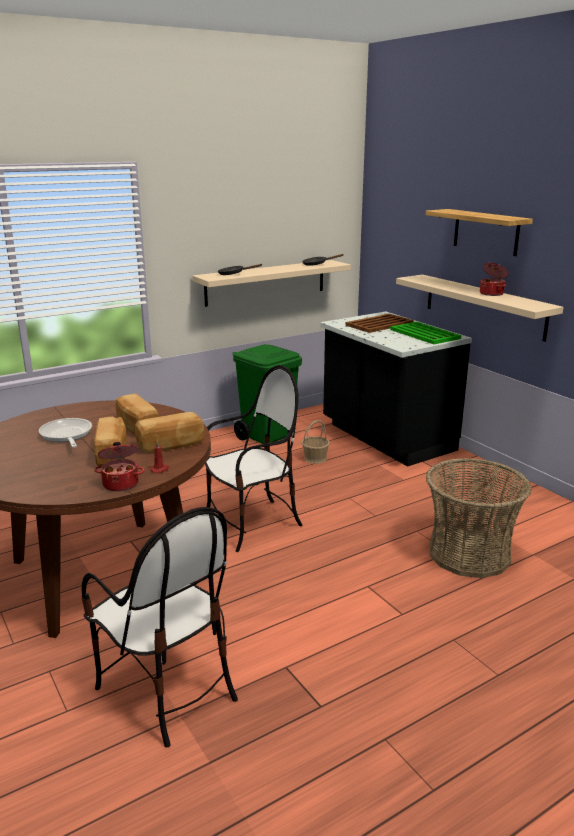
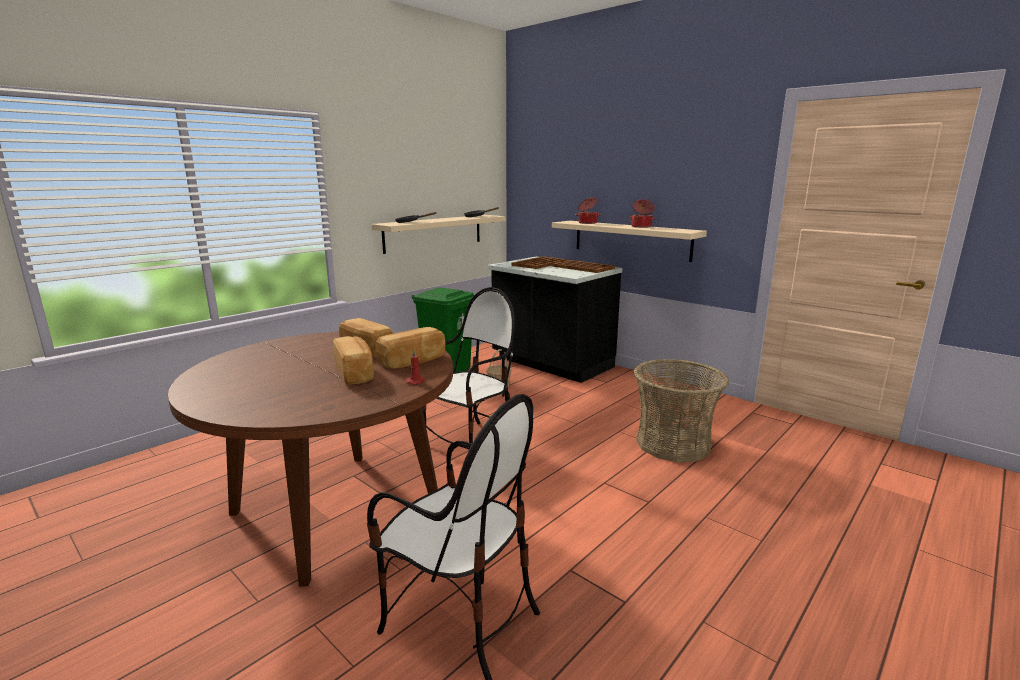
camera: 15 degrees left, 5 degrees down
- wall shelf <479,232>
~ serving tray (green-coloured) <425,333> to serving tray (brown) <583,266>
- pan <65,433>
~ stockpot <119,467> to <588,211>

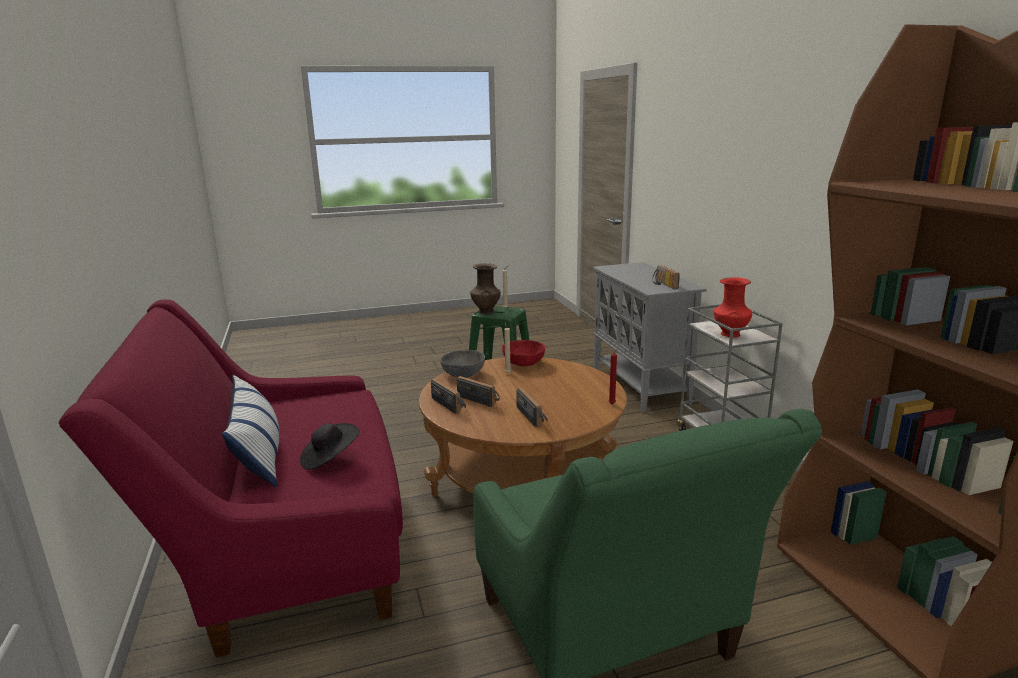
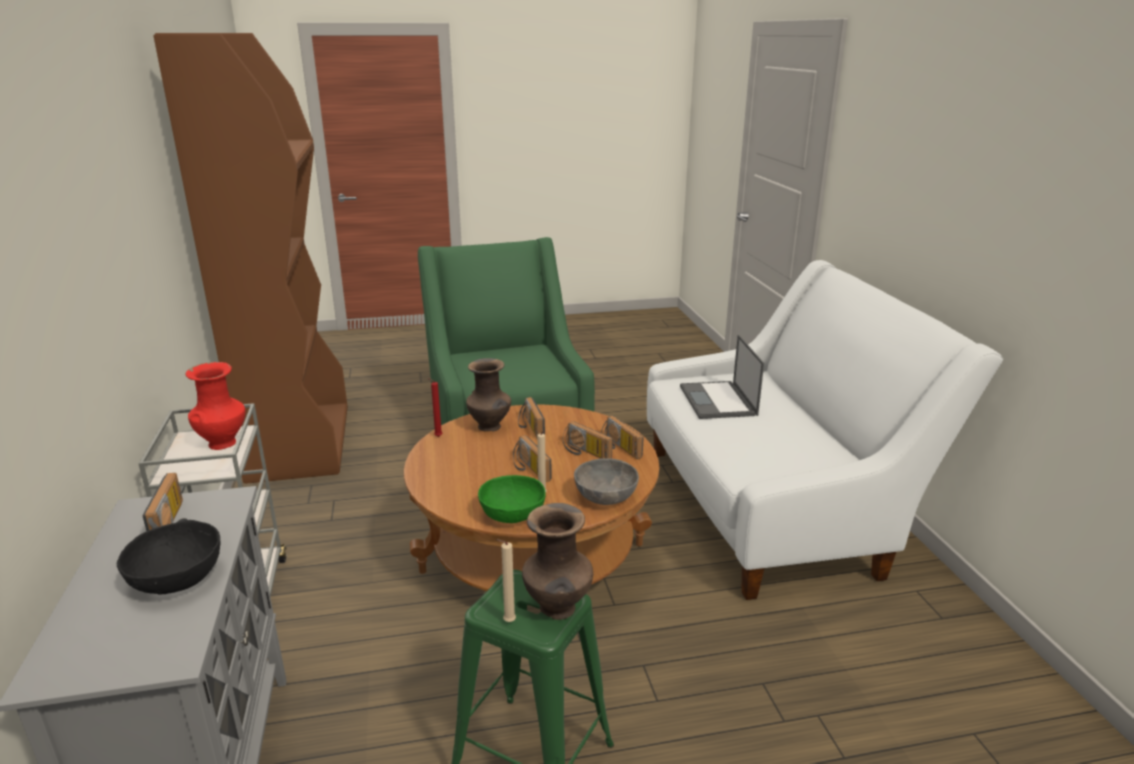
camera: 175 degrees left, 5 degrees up
~ couch (reddish) <231,478> to couch (white) <825,430>
~ serving bowl (reddish) <523,353> to serving bowl (green-coloured) <512,499>
- pillow <250,430>
~ wearable hat (blackish) <329,446> to laptop <722,377>
+ flower vase (brown) <488,395>
+ radio <532,458>
+ serving bowl (blackish) <168,557>

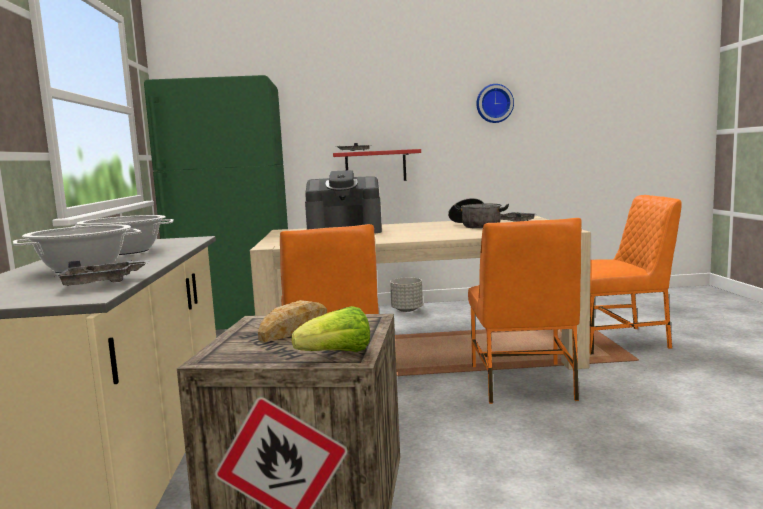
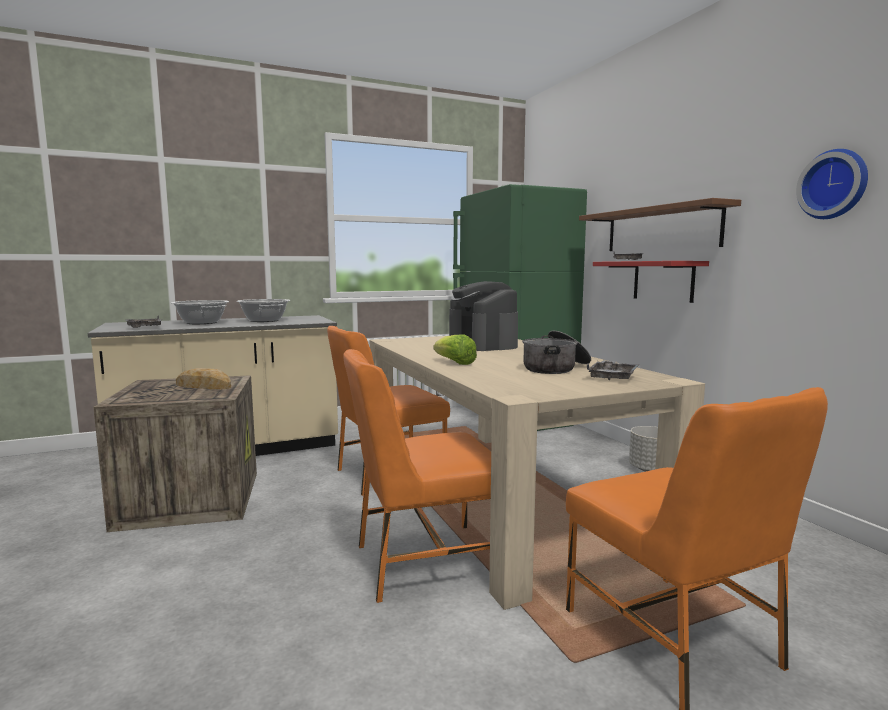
camera: 70 degrees right, 0 degrees up
~ lettuce <331,329> to <455,349>
+ wall shelf (brown) <660,224>

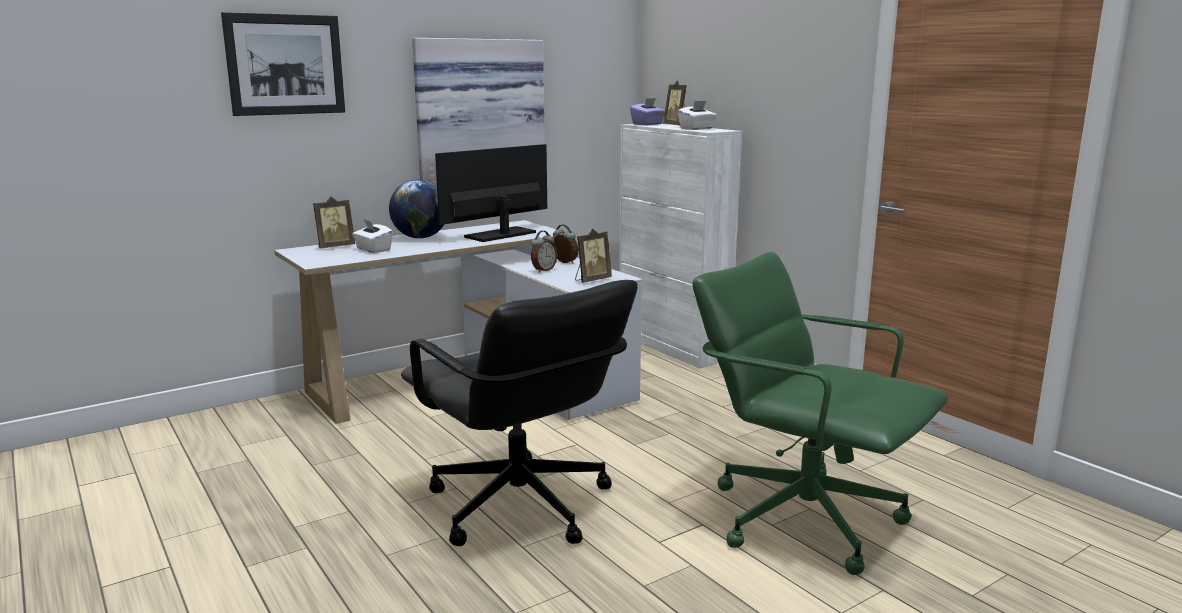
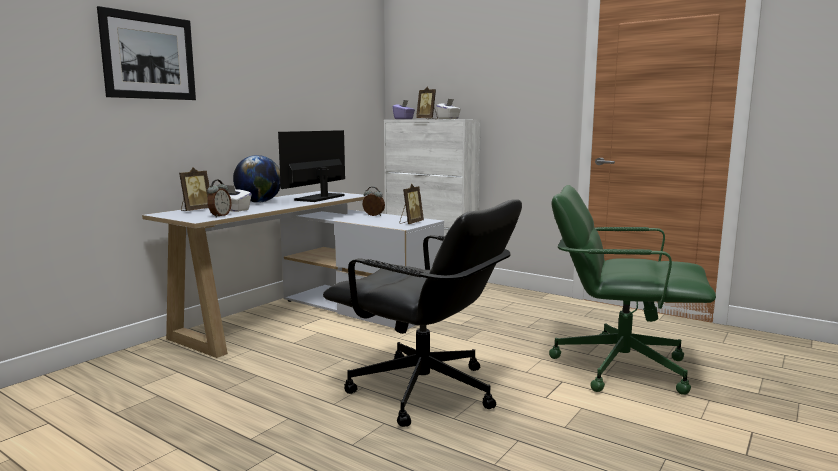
camera: 20 degrees left, 5 degrees down
- wall picture <478,112>
~ table clock <544,252> to <219,199>

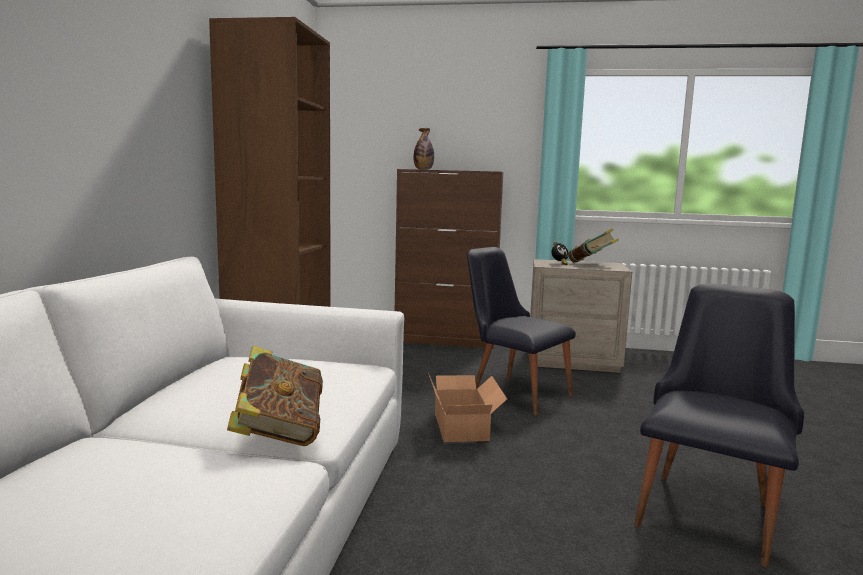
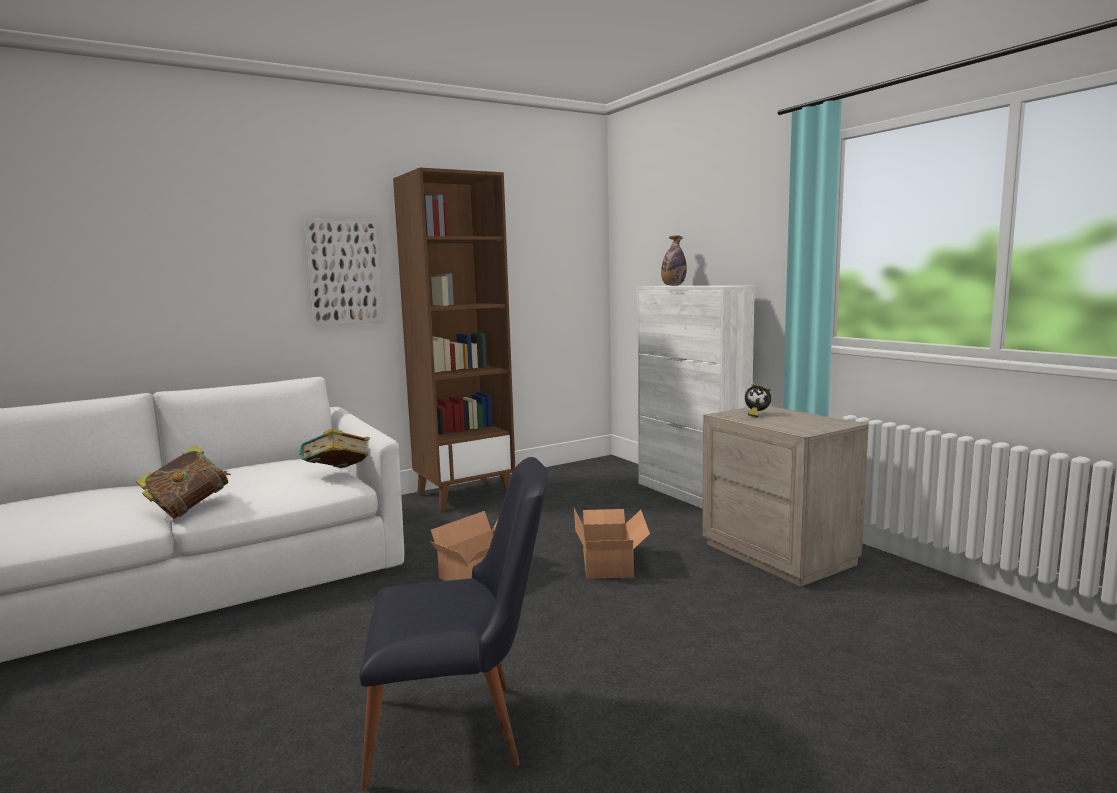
camera: 50 degrees right, 0 degrees up
~ cabinet (brown) <449,259> to cabinet (white) <696,397>
~ book <593,245> to <335,448>
~ chair (blackish) <521,331> to cardboard box <612,543>
+ wall picture <343,273>

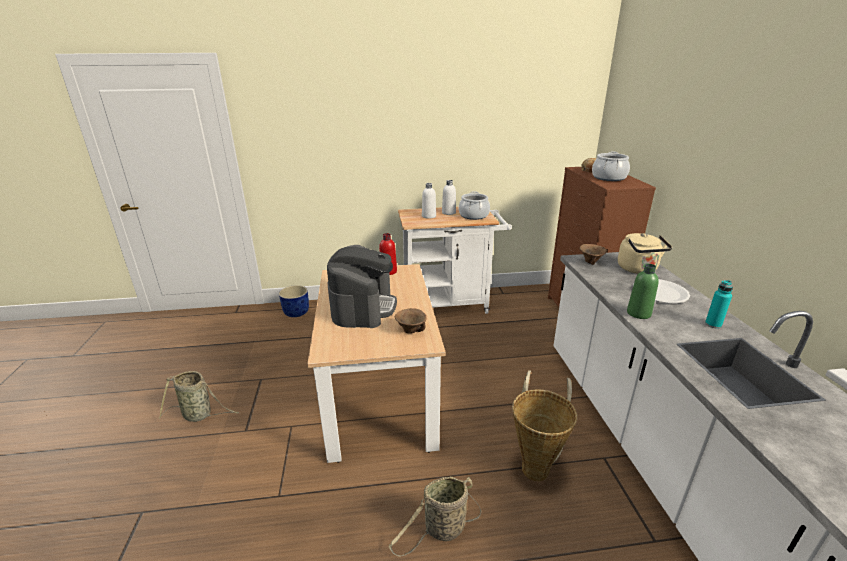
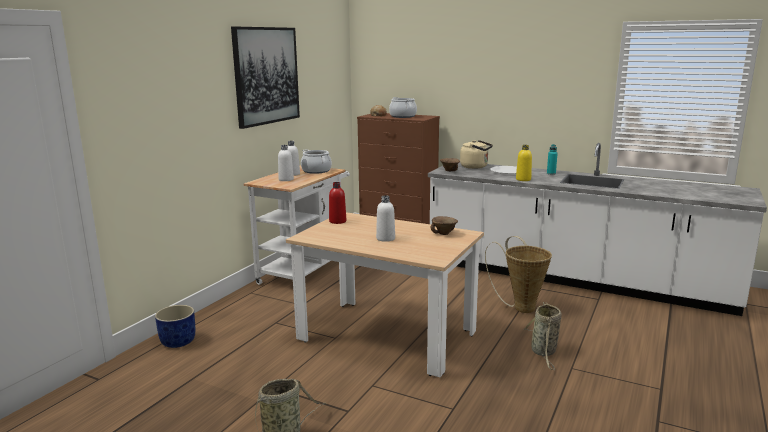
camera: 55 degrees left, 10 degrees down
~ coffee brewer <362,286> to bottle (white) <385,218>
~ bottle (green-coloured) <643,291> to bottle (yellowish) <524,163>
+ wall picture <265,78>

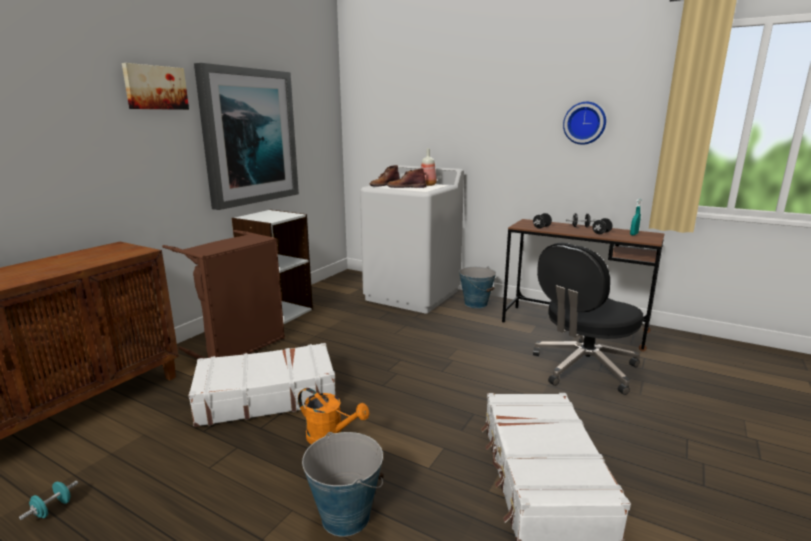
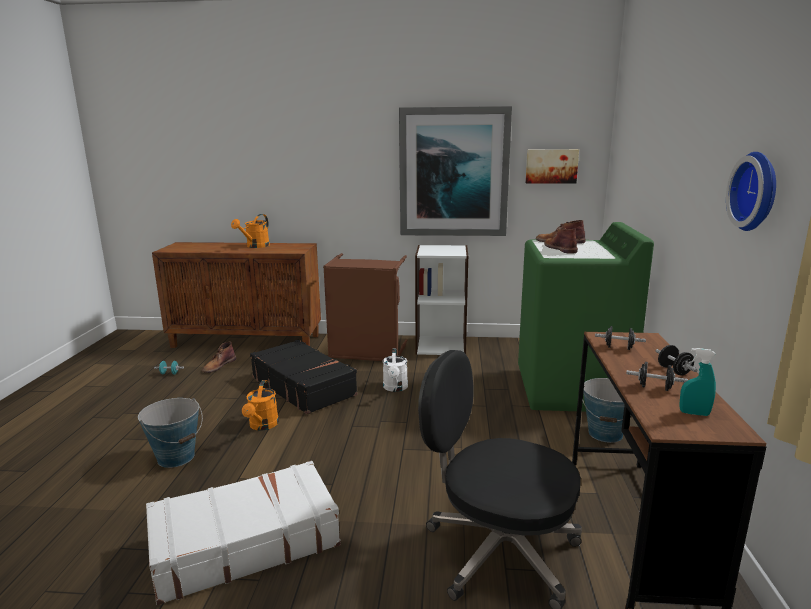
camera: 65 degrees right, 0 degrees up
~ wall picture <155,86> to <552,166>
- bottle <429,167>
~ laundry machine (white) <412,239> to laundry machine (green-coloured) <586,317>
~ suitcase (white) <262,385> to suitcase (blackish) <303,377>
+ watering pot (orangey) <250,231>
+ high-top boot (brown) <219,357>
+ watering pot (white) <395,370>

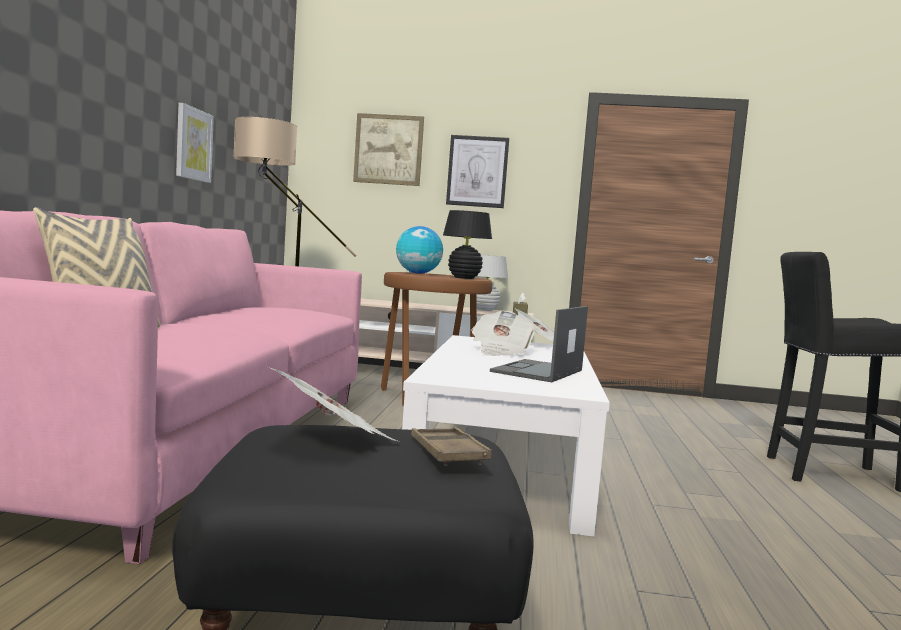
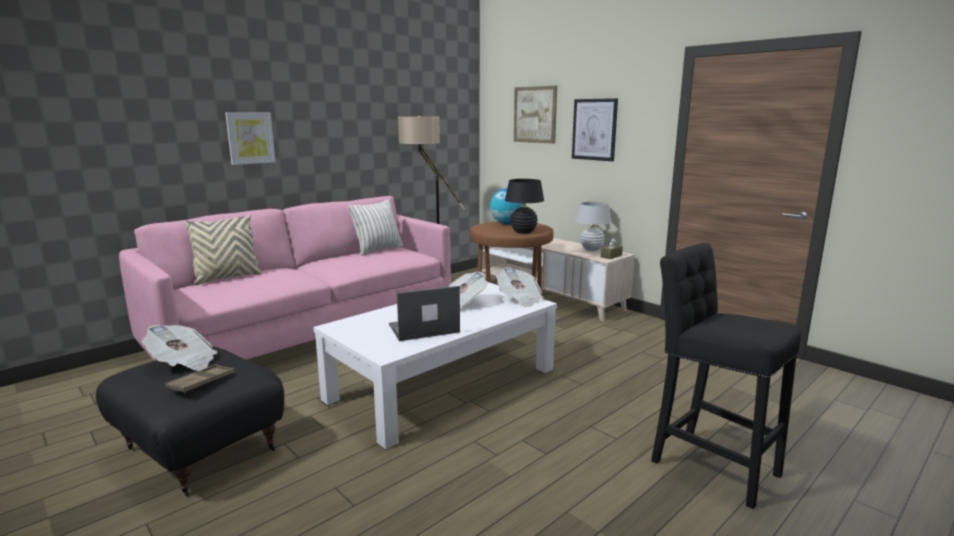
camera: 40 degrees right, 10 degrees up
~ wall picture <195,143> to <250,138>
+ pillow <375,227>

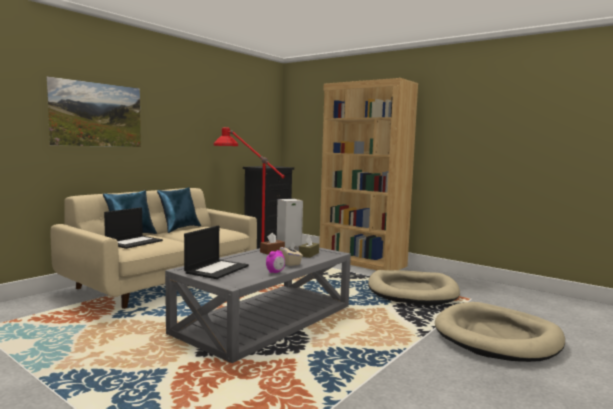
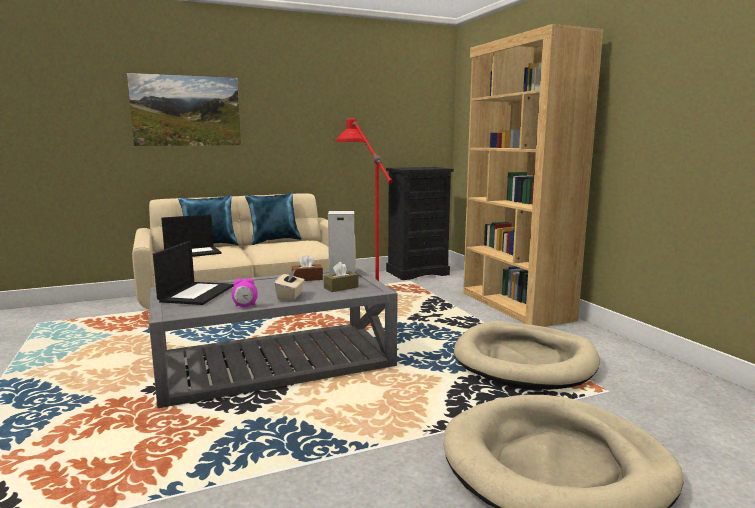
camera: 30 degrees right, 5 degrees up
~ laptop <216,252> = <193,273> 45 degrees counterclockwise

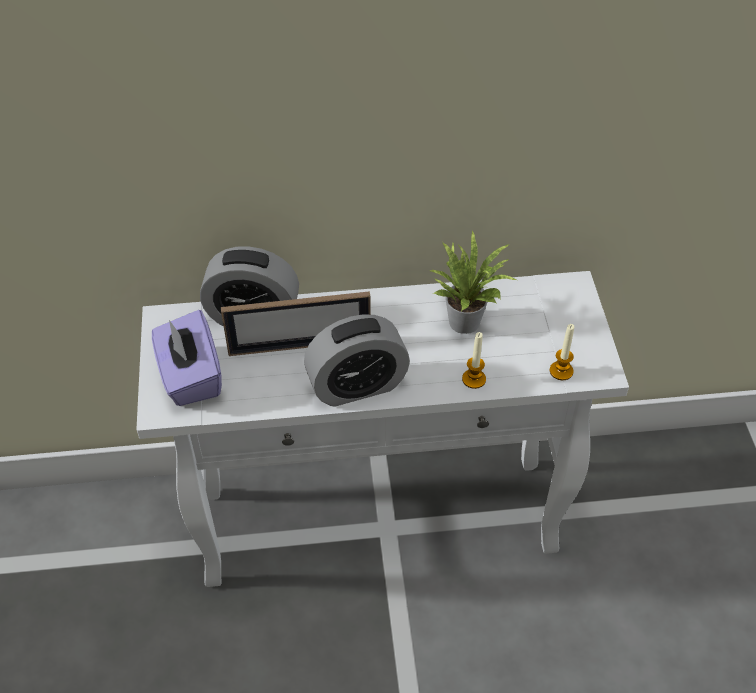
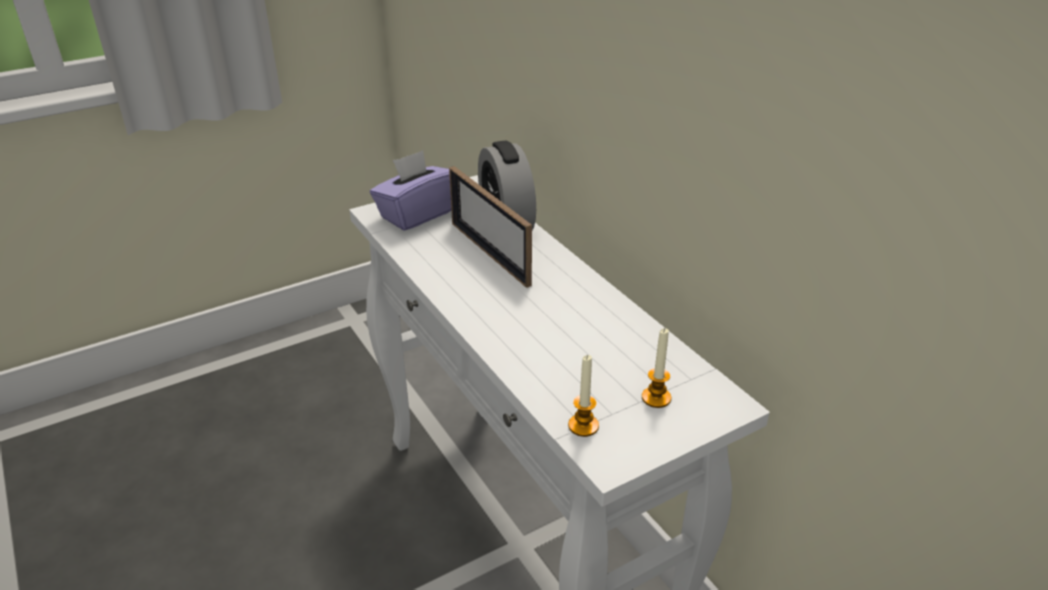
camera: 65 degrees right, 15 degrees down
- potted plant <472,282>
- table clock <357,360>
~ wax light <474,360> to <656,368>

